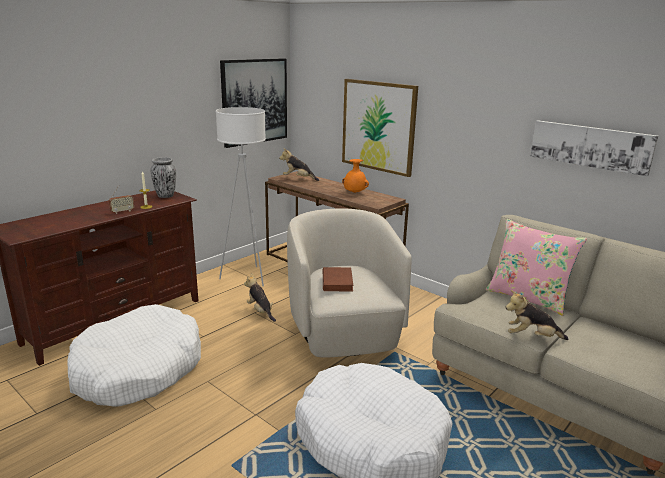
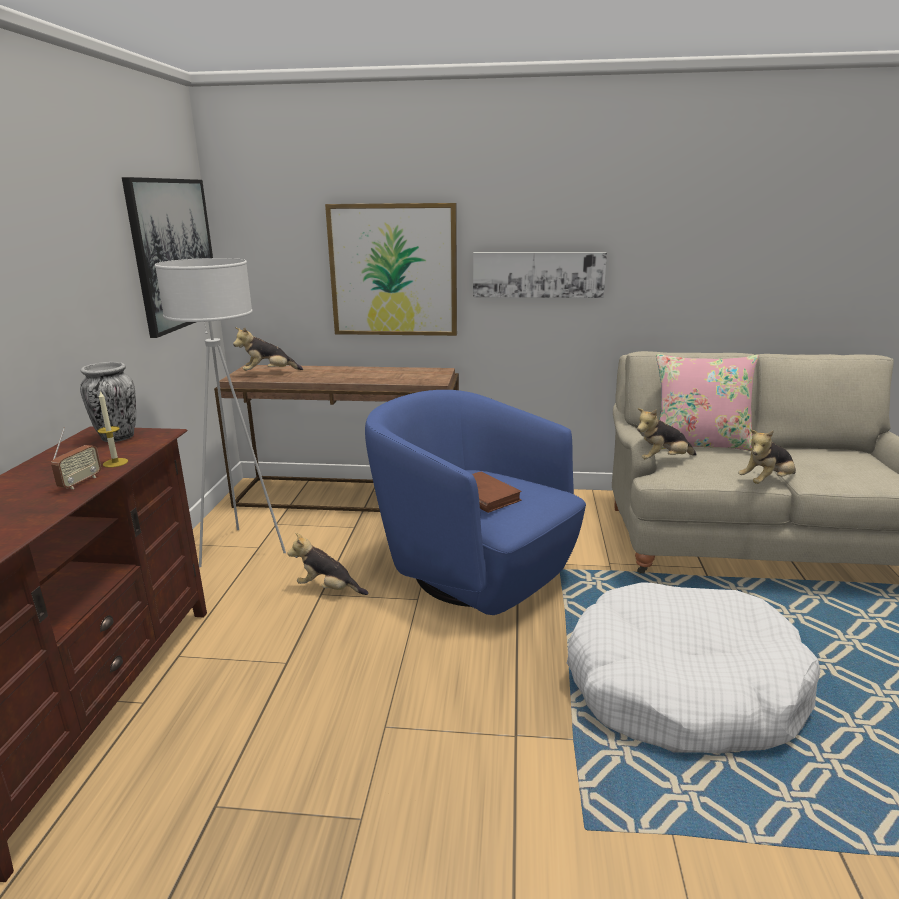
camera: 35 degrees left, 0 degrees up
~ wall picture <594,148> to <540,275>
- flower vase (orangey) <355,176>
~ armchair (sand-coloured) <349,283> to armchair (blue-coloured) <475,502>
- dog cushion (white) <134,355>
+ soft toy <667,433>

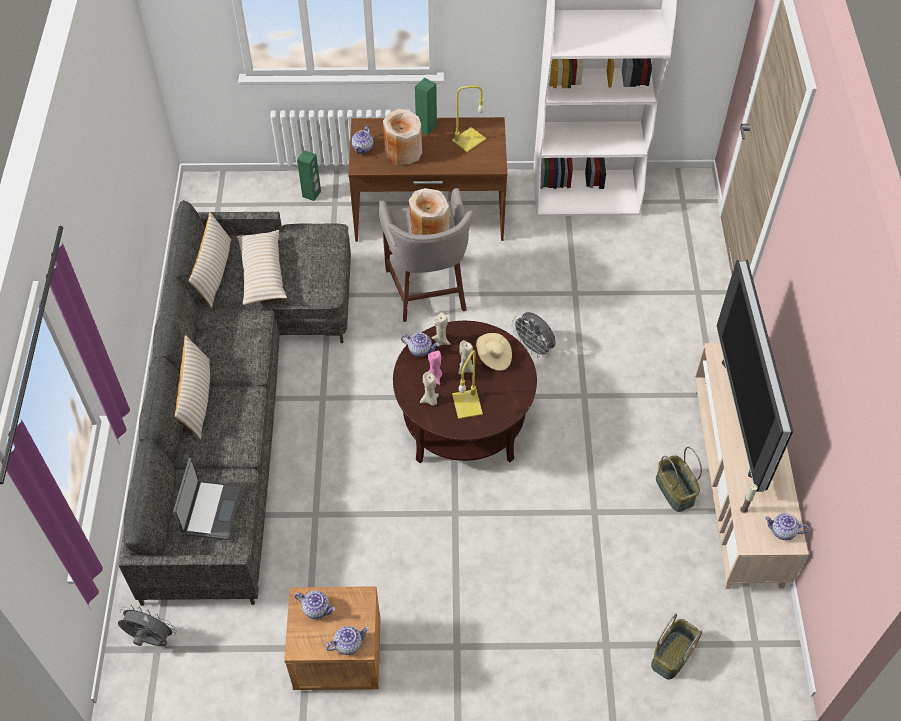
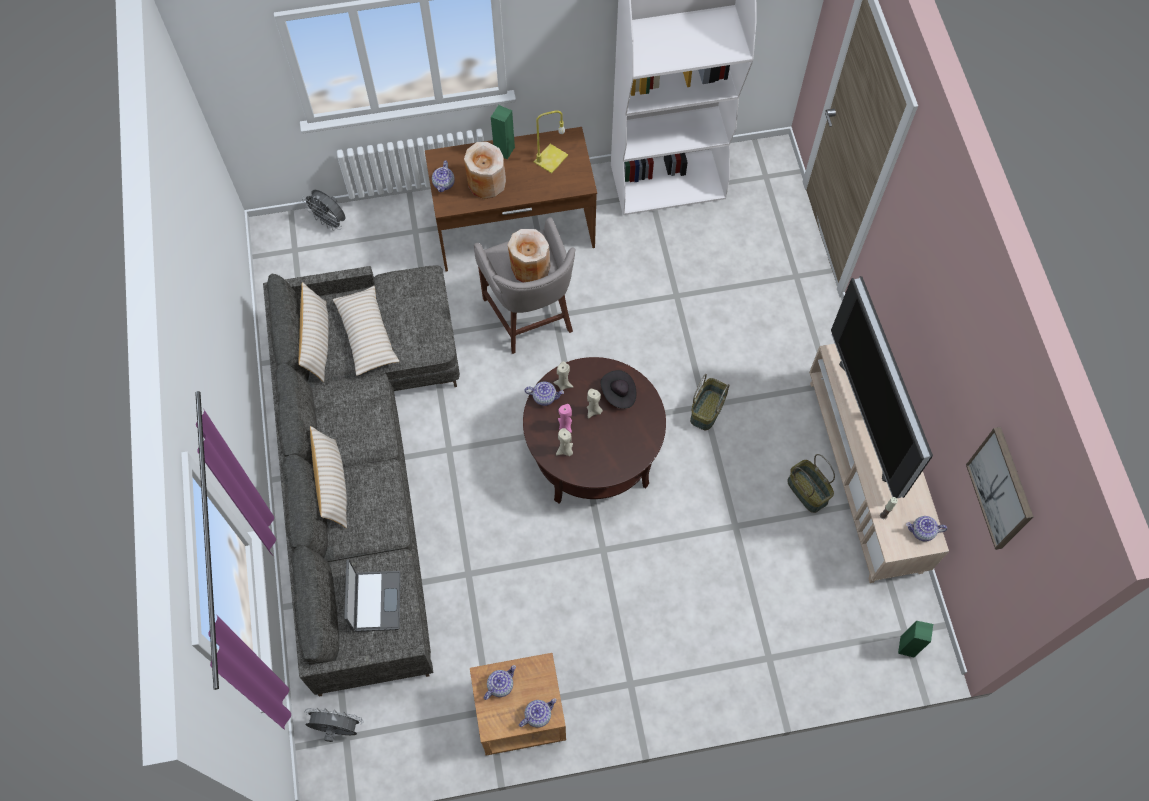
camera: 10 degrees left, 10 degrees up
~ speaker (green-coloured) <309,175> to <915,639>
~ electric fan (greyish) <534,335> to <323,210>
~ wearable hat (sand-coloured) <494,352> to wearable hat (blackish) <618,389>
- lamp for a table (yellowish) <467,384>
~ teapot <315,605> = <500,682> 60 degrees counterclockwise
~ household basket <676,646> to <709,402>
+ wall picture <1000,488>

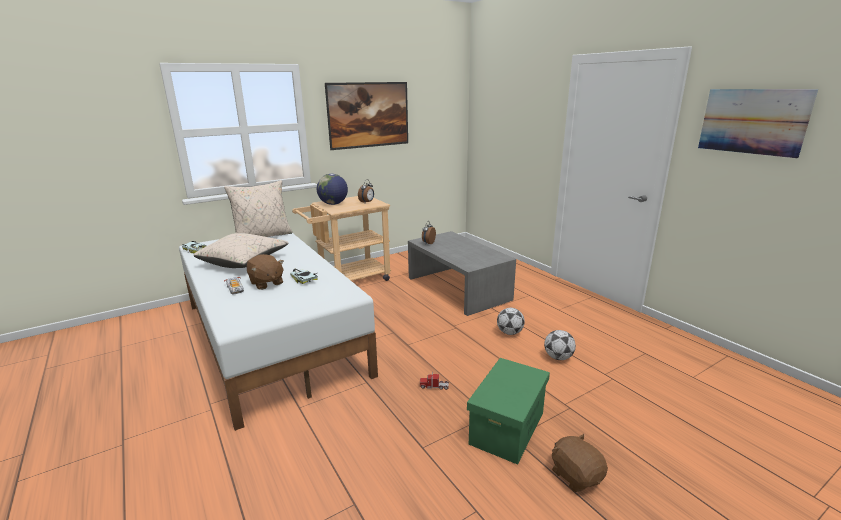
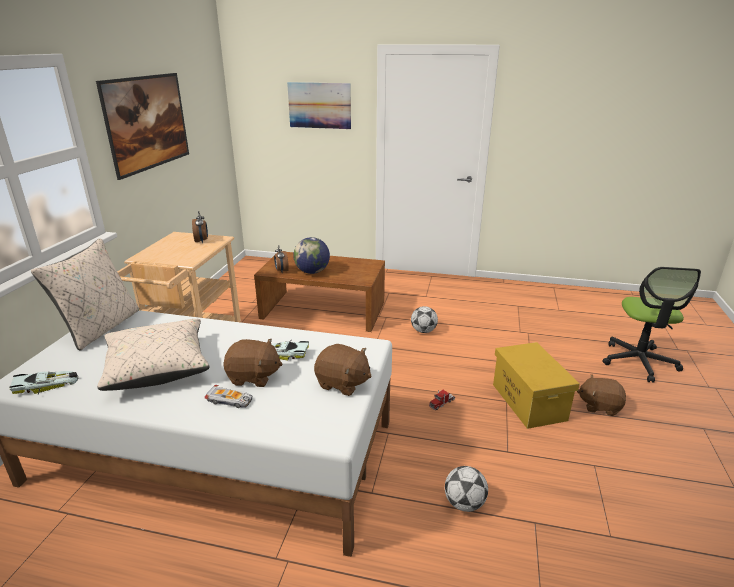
camera: 45 degrees left, 5 degrees up
~ wall picture <758,123> to <319,105>
~ desk globe <332,189> to <311,255>
~ lounge table (greyish) <462,273> to lounge table (brown) <319,291>
~ football ball <560,345> to <466,489>
~ storage box (green-coloured) <508,411> to storage box (yellowish) <536,385>
+ office chair <651,325>
+ soft toy (brown) <343,370>

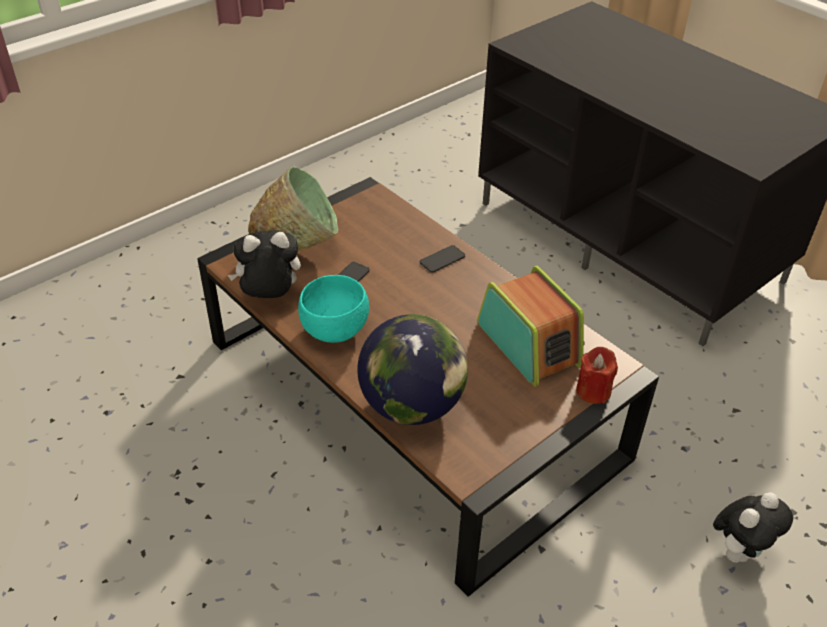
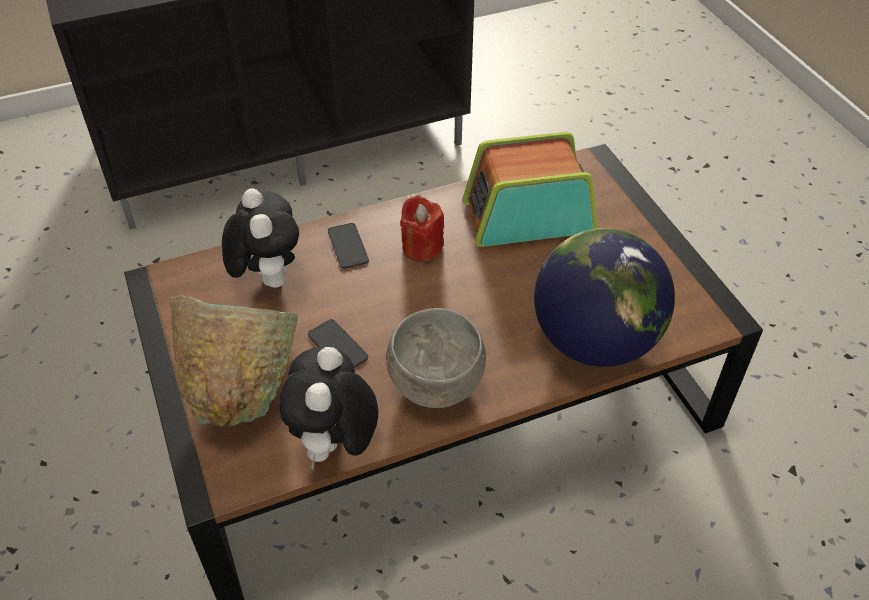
camera: 70 degrees left, 5 degrees up
~ serving bowl (turquoise) <333,309> to serving bowl (greyish) <436,358>
~ wax light (reddish) <597,375> to <422,228>
~ soft toy <753,528> to <260,238>

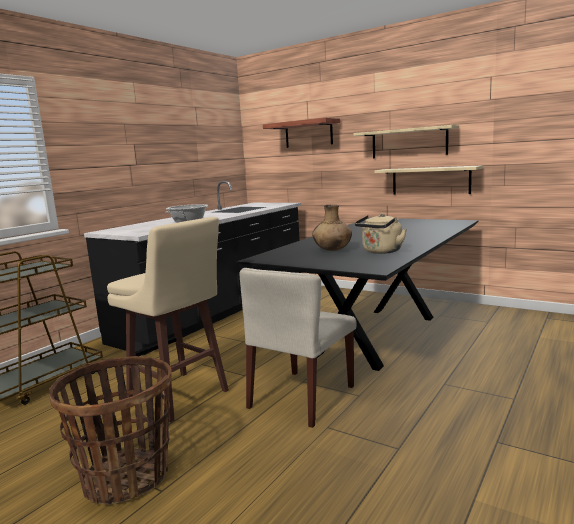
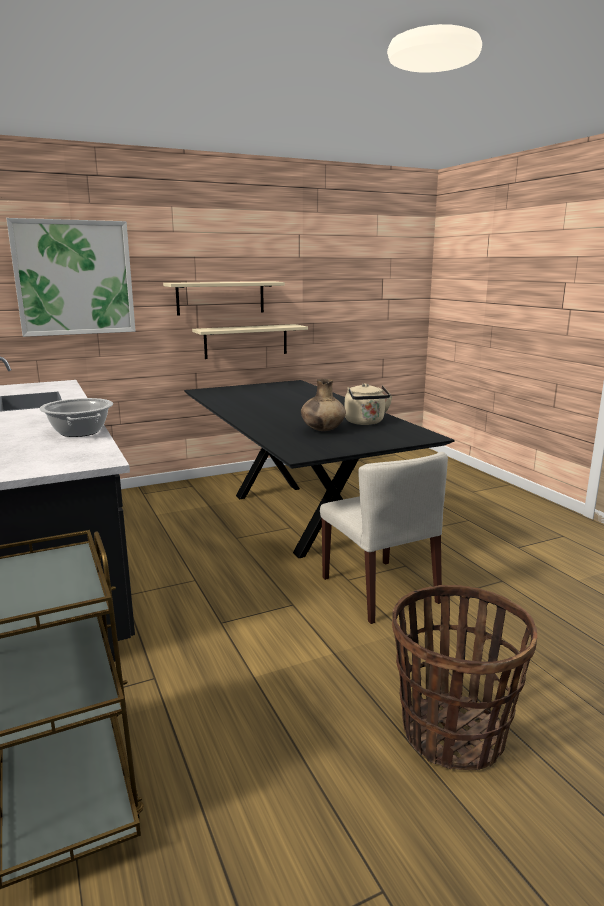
camera: 60 degrees left, 5 degrees up
~ wall shelf <301,133> to wall picture <71,277>
- stool (sand-coloured) <168,319>

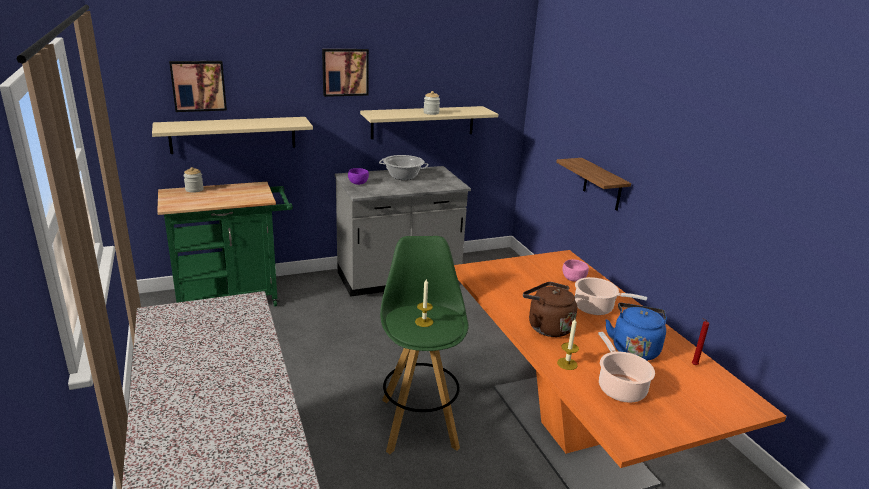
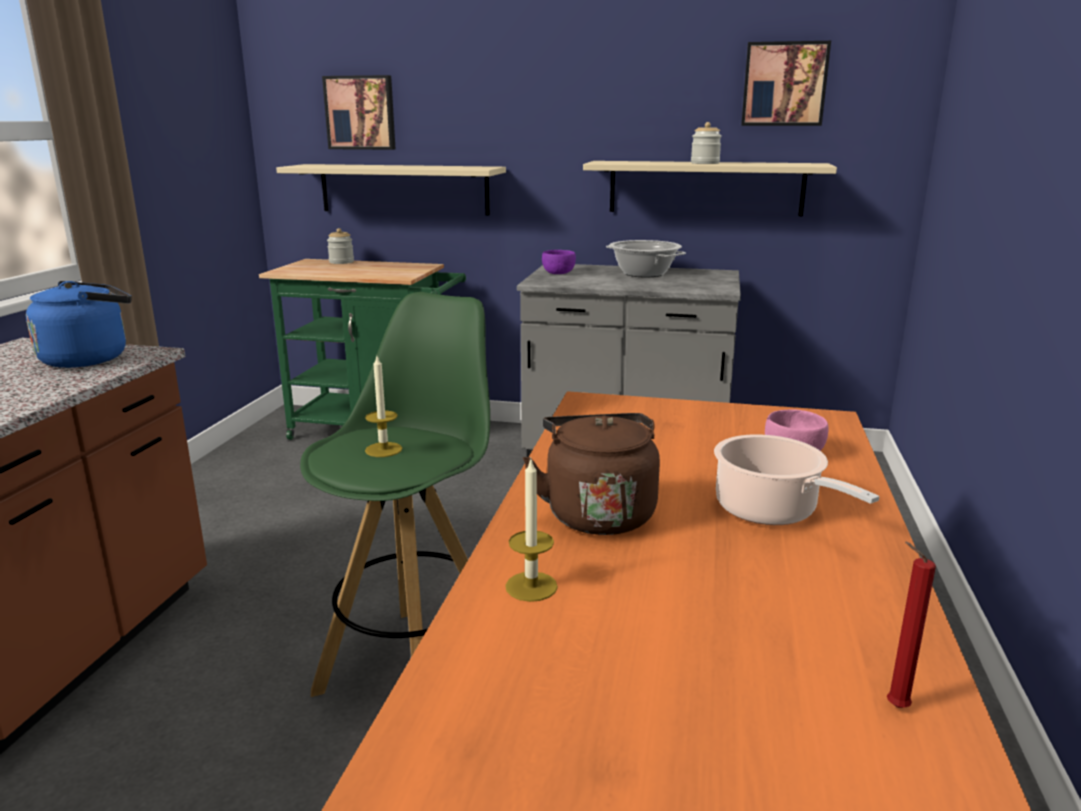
camera: 35 degrees right, 5 degrees down
~ wall picture <345,73> to <786,83>
- wall shelf <593,184>
~ tea kettle (blue-coloured) <636,332> to <79,324>
- stockpot <626,367>

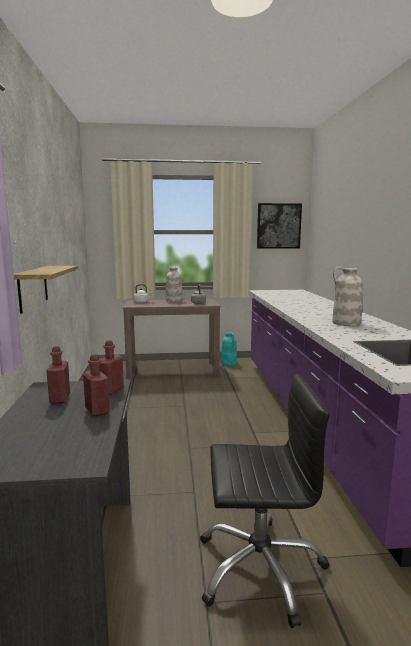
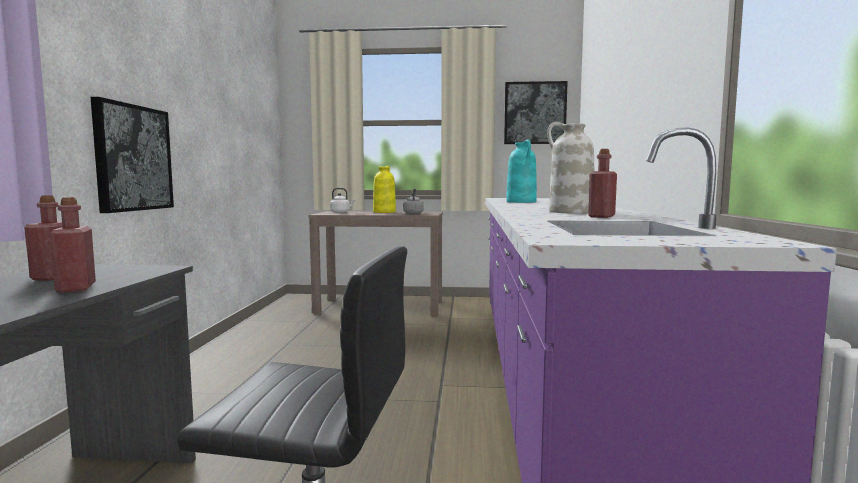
camera: 10 degrees right, 5 degrees down
~ wall shelf <46,290> to wall picture <132,155>
~ flower vase (white) <174,284> to flower vase (yellowish) <384,189>
~ flower vase (turquoise) <229,349> to <521,171>
~ bottle (reddish) <111,367> to <602,183>

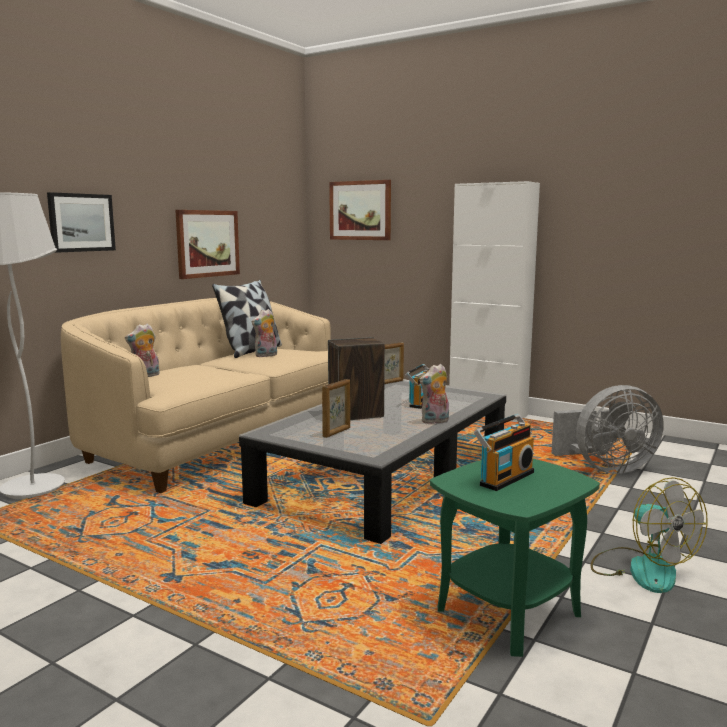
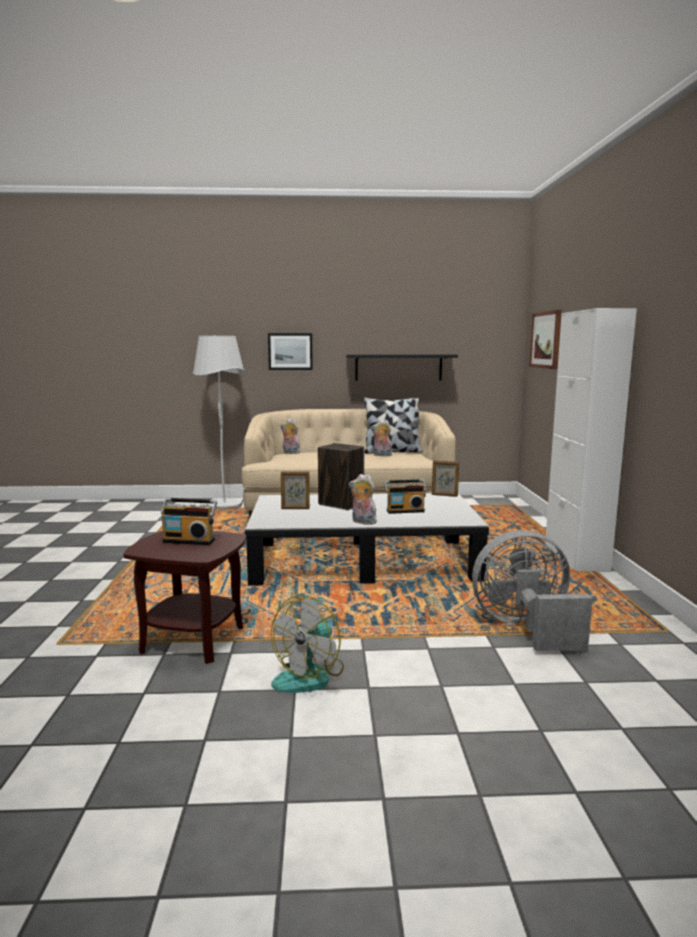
camera: 55 degrees right, 0 degrees up
~ wall picture <207,244> to wall shelf (blackish) <402,367>
~ electric fan (greyish) <608,429> = <532,590> 135 degrees clockwise
~ accent table (green-coloured) <515,558> to accent table (brown) <184,597>

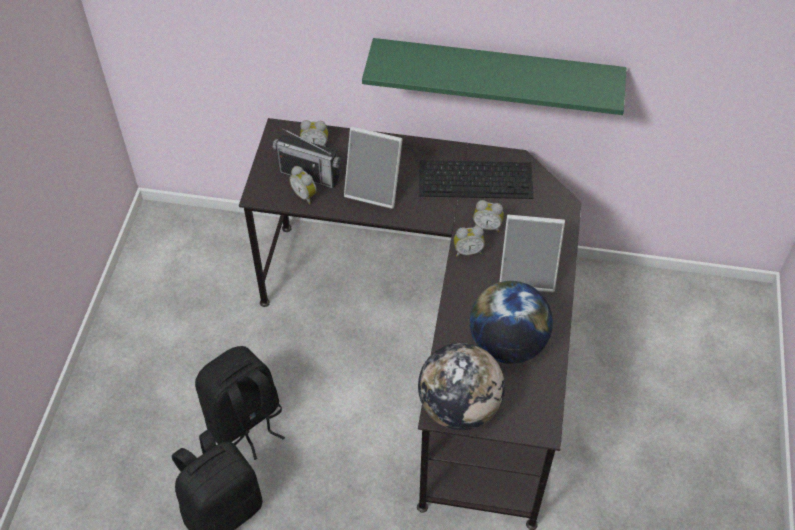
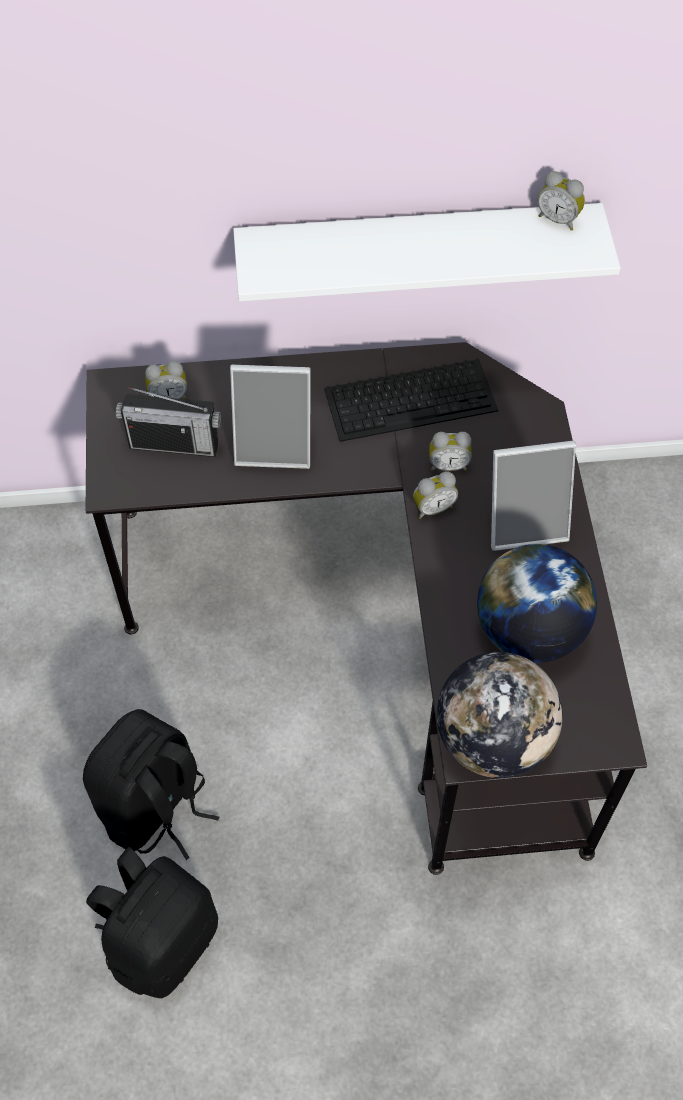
camera: 15 degrees left, 5 degrees up
~ wall shelf (green-coloured) <494,76> to wall shelf (white) <427,252>
~ table clock <303,185> to <561,201>

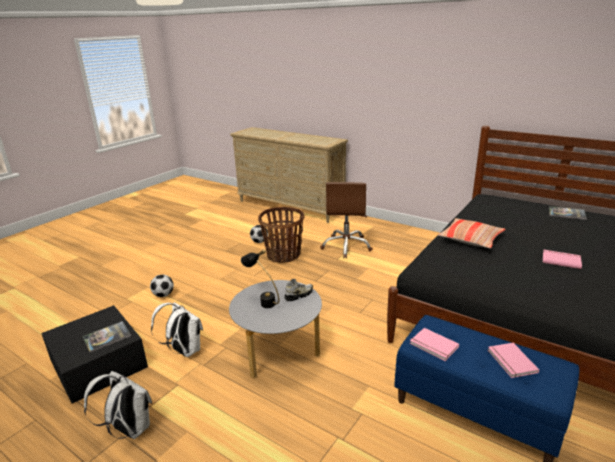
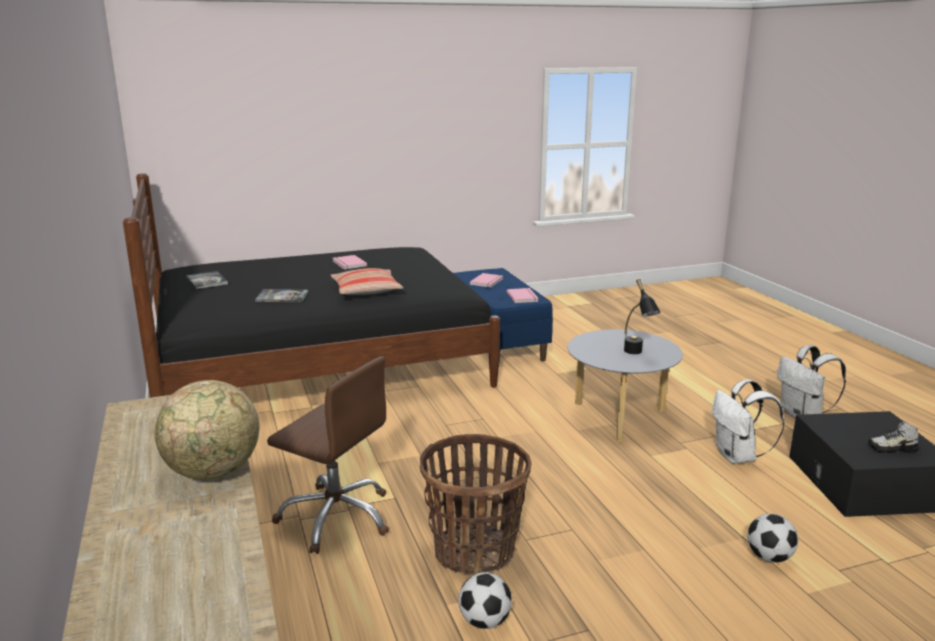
camera: 145 degrees left, 5 degrees down
~ office chair (brown) <346,220> = <328,455> 75 degrees clockwise
~ item of footwear <299,290> to <894,437>
~ book <106,337> to <281,295>
+ desk globe <207,430>

